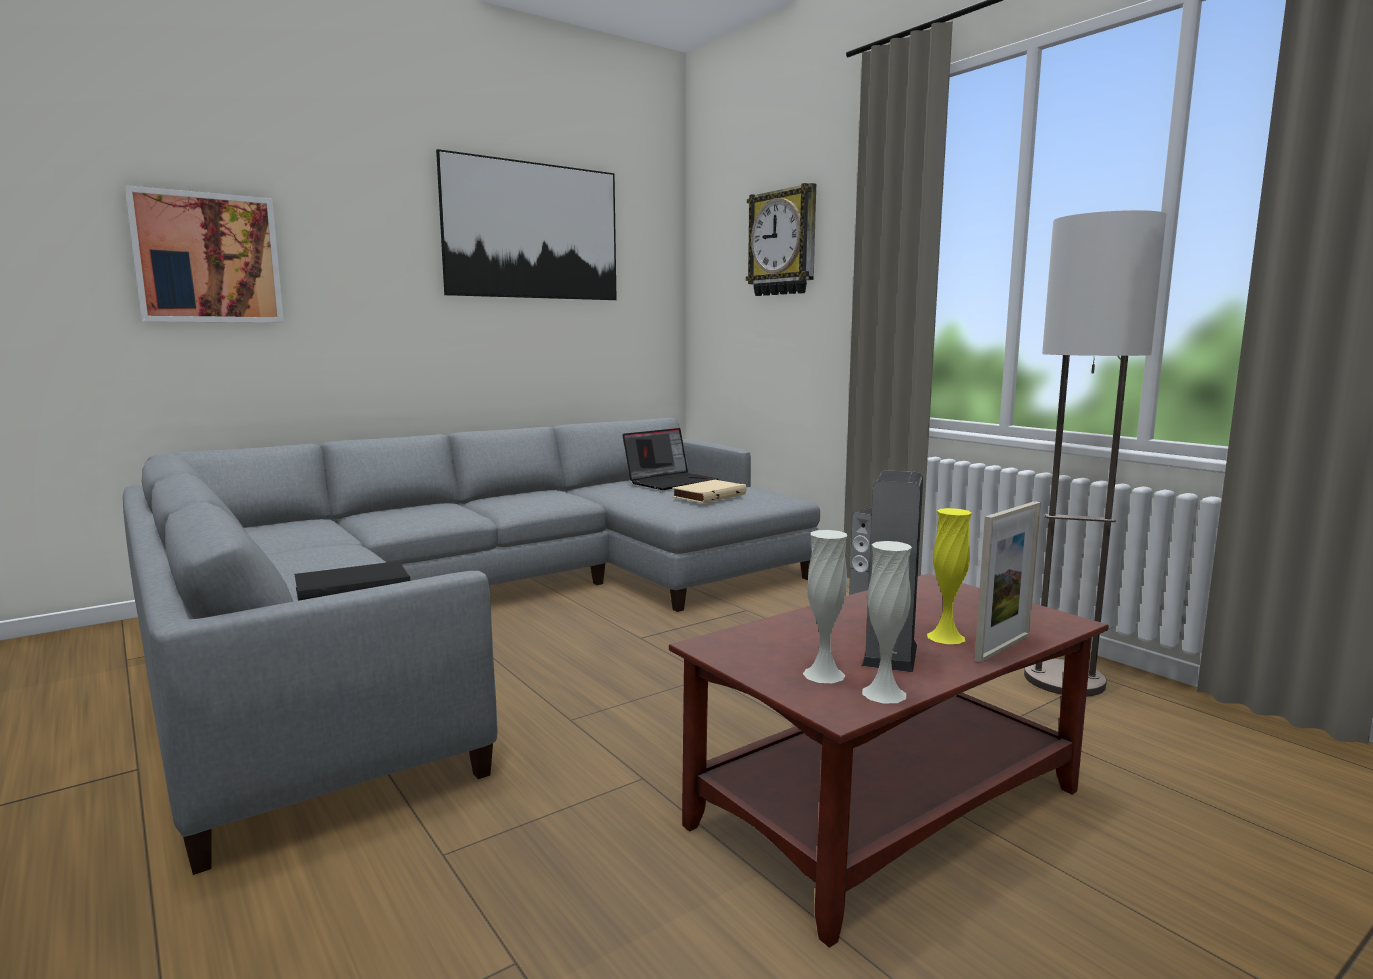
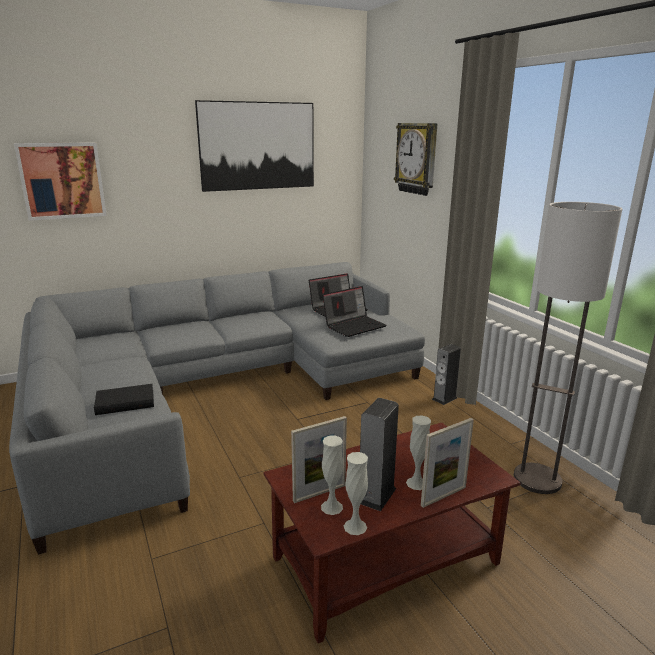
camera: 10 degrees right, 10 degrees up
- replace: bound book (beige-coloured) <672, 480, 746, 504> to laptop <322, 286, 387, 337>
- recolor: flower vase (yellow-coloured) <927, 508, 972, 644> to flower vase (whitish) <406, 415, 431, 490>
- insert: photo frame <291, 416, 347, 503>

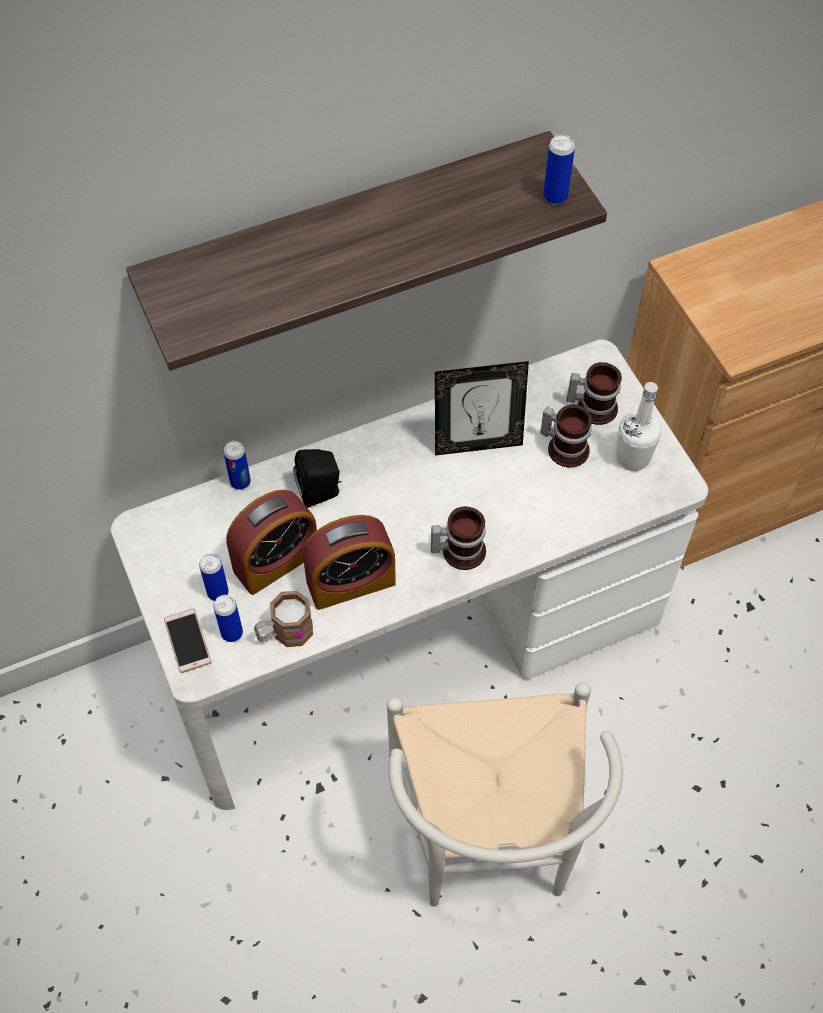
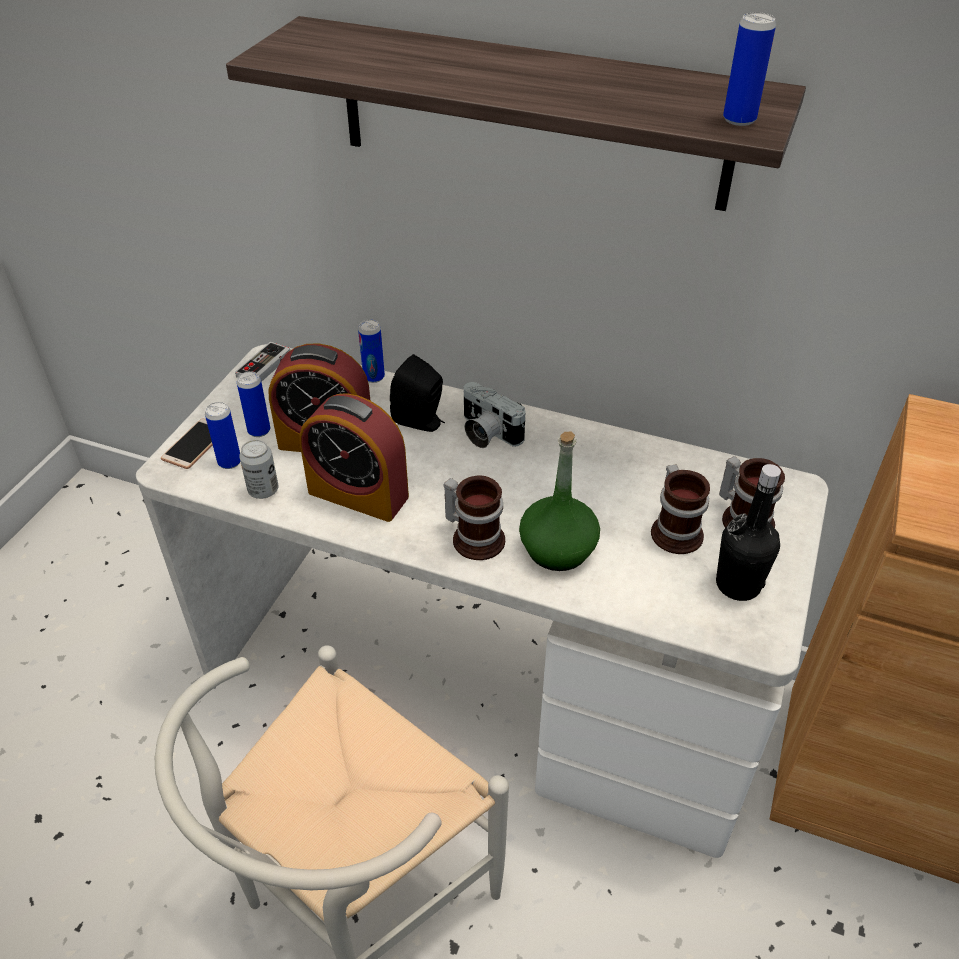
camera: 45 degrees right, 15 degrees down
- replace: coffee mug <254, 591, 313, 647> to can <239, 440, 278, 499>
- delete: photo frame <435, 361, 529, 455>
- recolor: drink bottle (whitish) <616, 382, 662, 471> to drink bottle (black-coloured) <716, 464, 781, 601>
- insert: gamepad <235, 342, 290, 382>
- insert: photo camera <464, 382, 526, 448>
- insert: drink bottle (green) <519, 432, 600, 571>

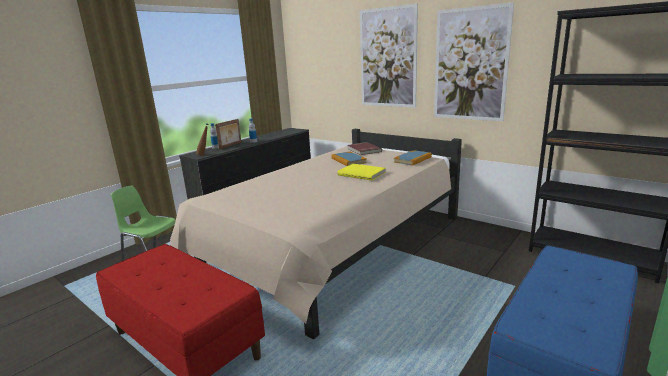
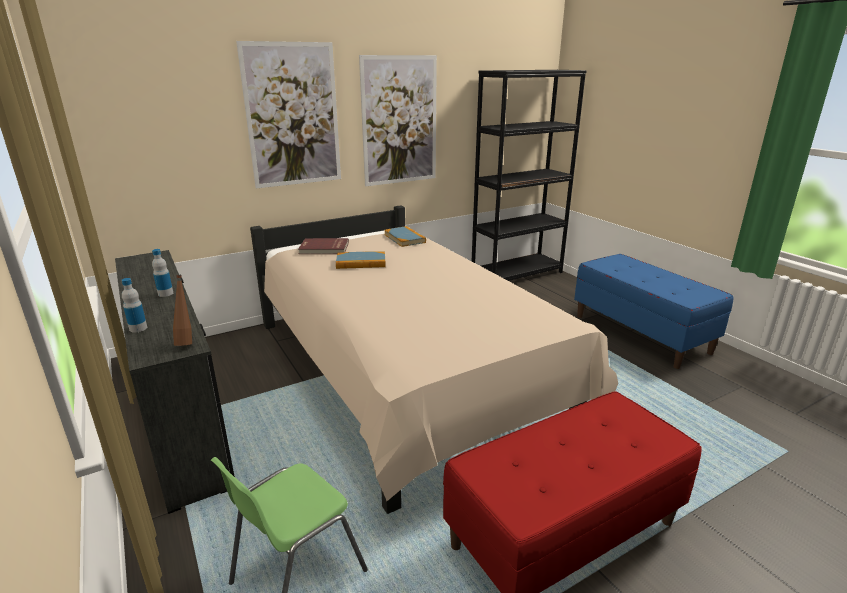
camera: 70 degrees left, 5 degrees up
- delete: photo frame <215, 119, 241, 149>
- delete: bound book (yellow-coloured) <337, 164, 386, 180>

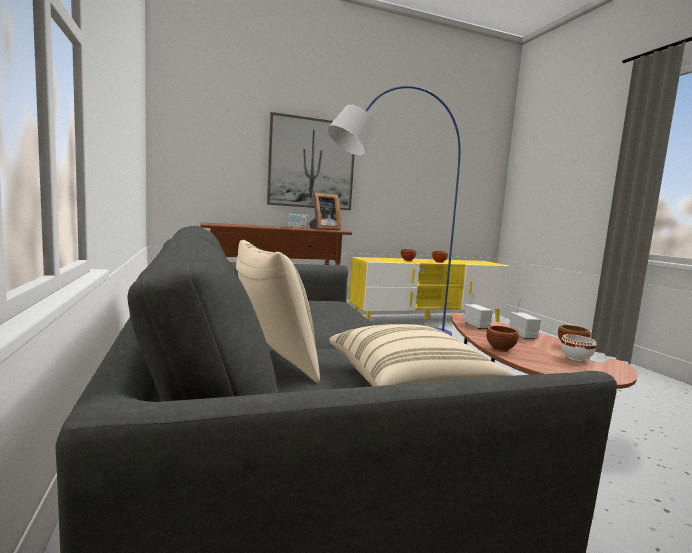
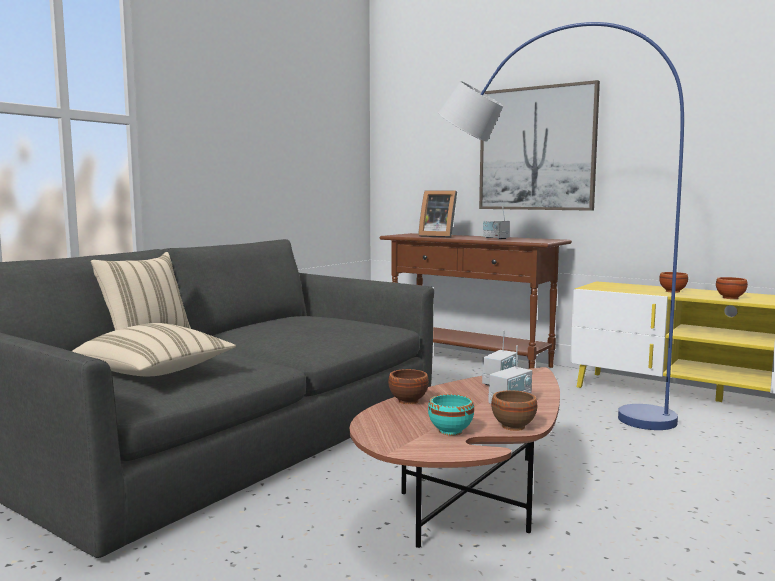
camera: 55 degrees right, 0 degrees up
- move: photo frame <309, 193, 341, 230> to <418, 190, 457, 238>
- recolor: serving bowl (whitish) <561, 334, 596, 362> to serving bowl (turquoise-coloured) <428, 394, 474, 436>

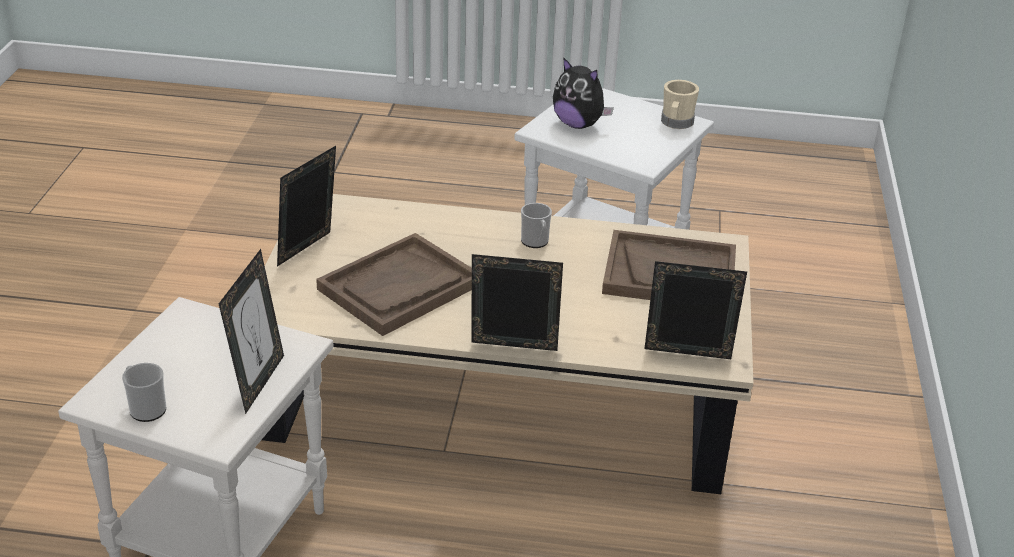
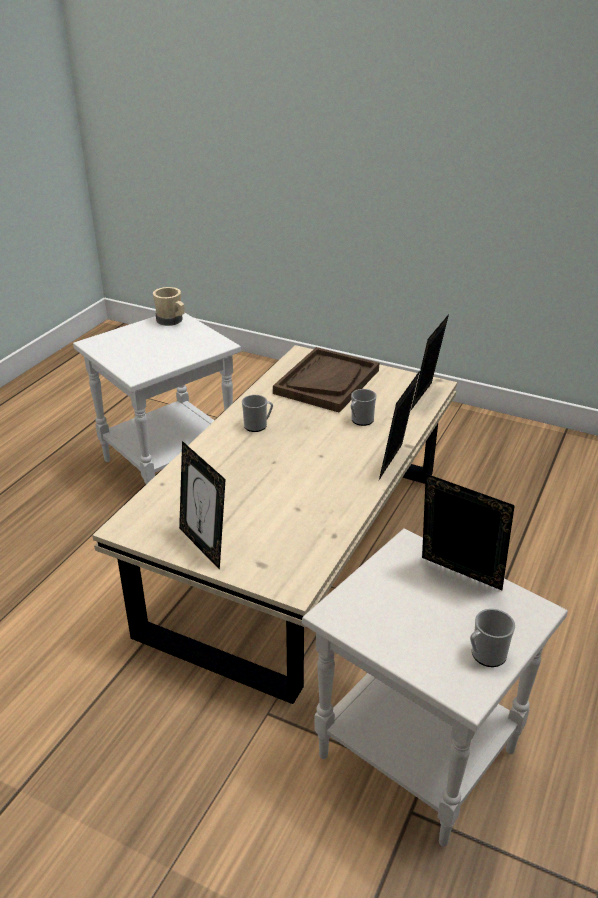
camera: 70 degrees left, 0 degrees up
- delete: carrying tray (brownish) <316, 233, 472, 336>
- delete: cuddly toy <553, 57, 614, 129>
- insert: coffee mug <351, 389, 377, 426>

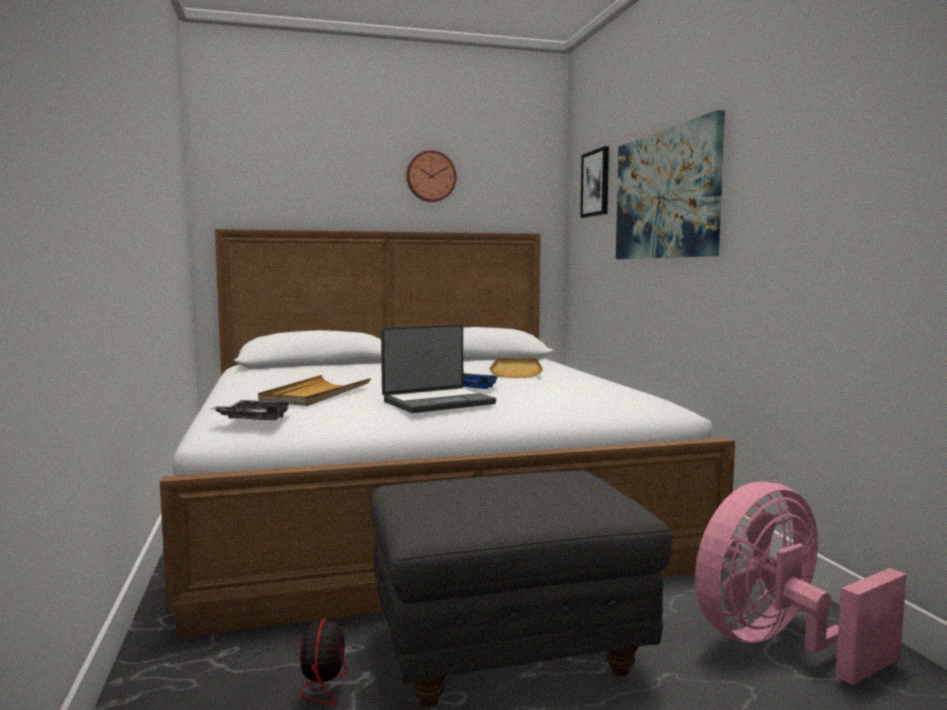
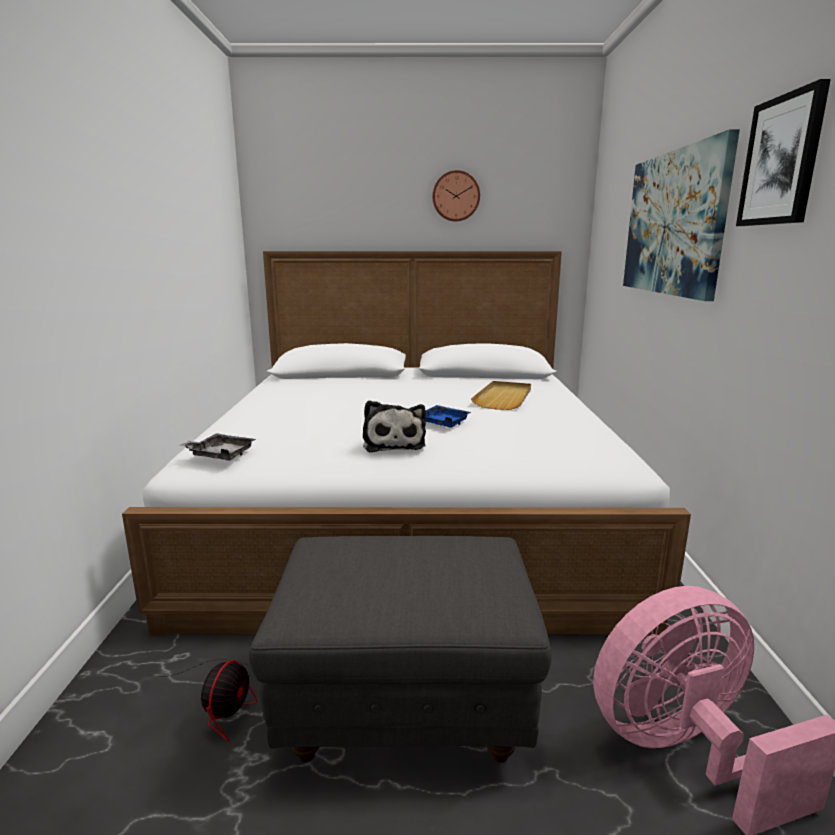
camera: 15 degrees right, 10 degrees up
- delete: carrying tray (beige-coloured) <258, 375, 371, 406>
- replace: laptop <381, 324, 496, 413> to cuddly toy <363, 400, 426, 453>
- move: picture <580, 146, 609, 218> to <736, 79, 831, 226>

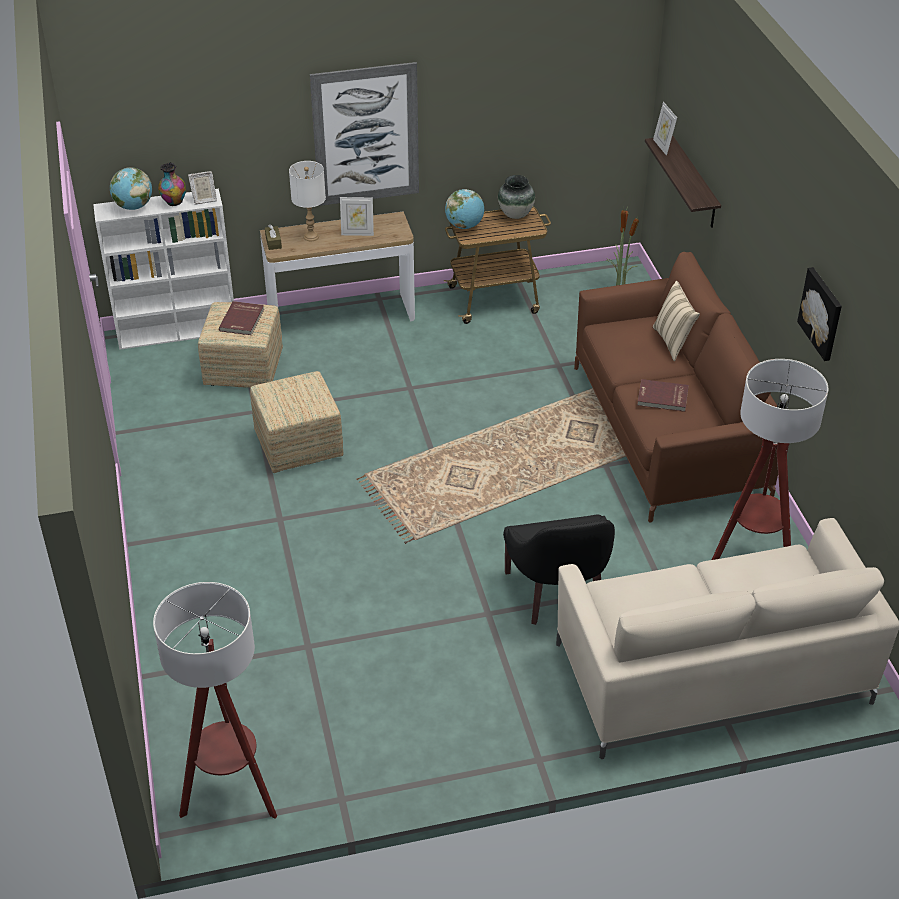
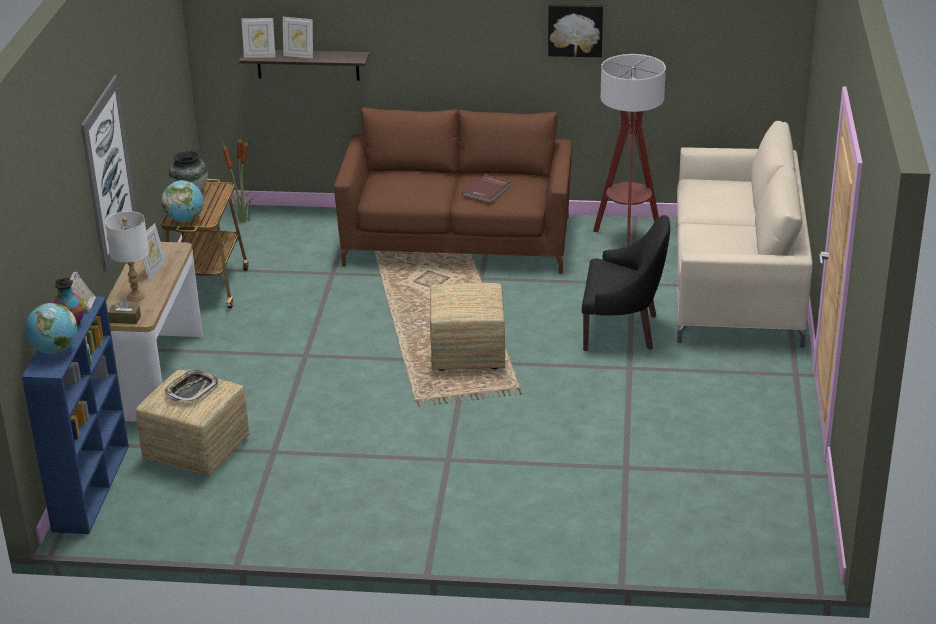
camera: 70 degrees left, 10 degrees down
- recolor: bookcase (whitish) <93, 189, 234, 350> to bookcase (blue) <22, 296, 129, 534>
- delete: standing lamp <153, 582, 277, 819>
- replace: bound book (red) <219, 301, 264, 335> to carrying tray <165, 369, 218, 402>
- move: ottoman <250, 371, 344, 473> to <430, 283, 505, 371>
- delete: cushion (beige-coloured) <653, 281, 700, 361>
- insert: photo frame <283, 17, 313, 59>

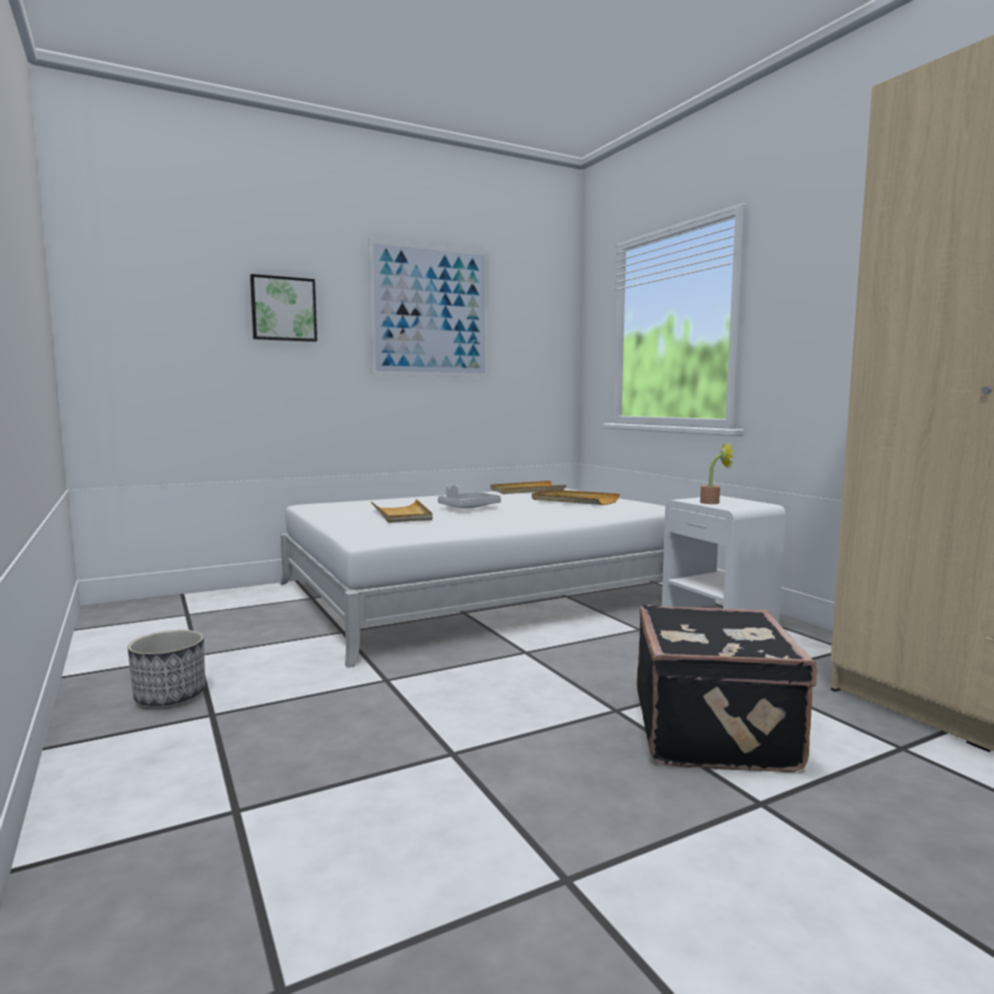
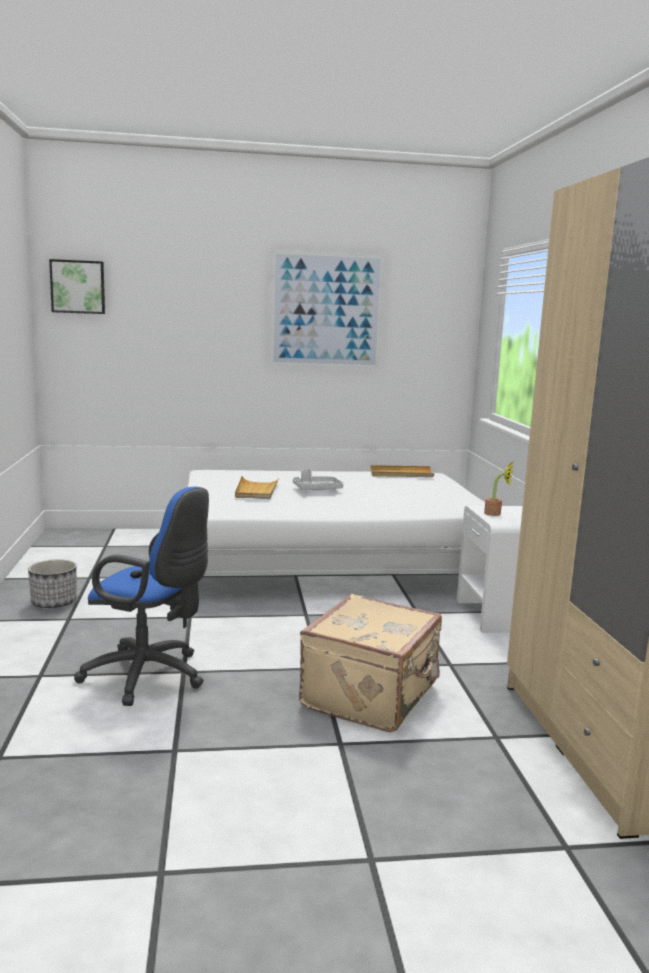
camera: 20 degrees right, 5 degrees up
- move: picture <250, 274, 317, 342> to <49, 259, 105, 314>
- delete: carrying tray (beige-coloured) <532, 489, 620, 505>
- recolor: travel case (black-coloured) <637, 605, 817, 772> to travel case (beige-coloured) <299, 594, 442, 732>
- insert: desk chair (blue) <74, 487, 209, 706>

